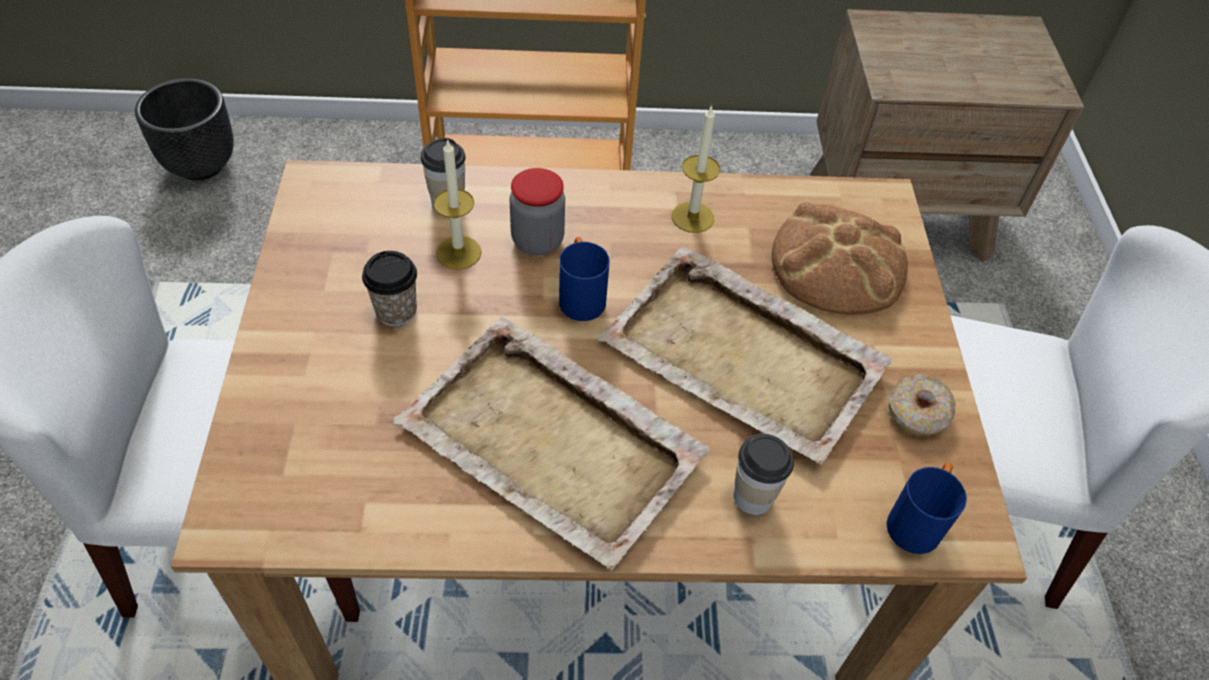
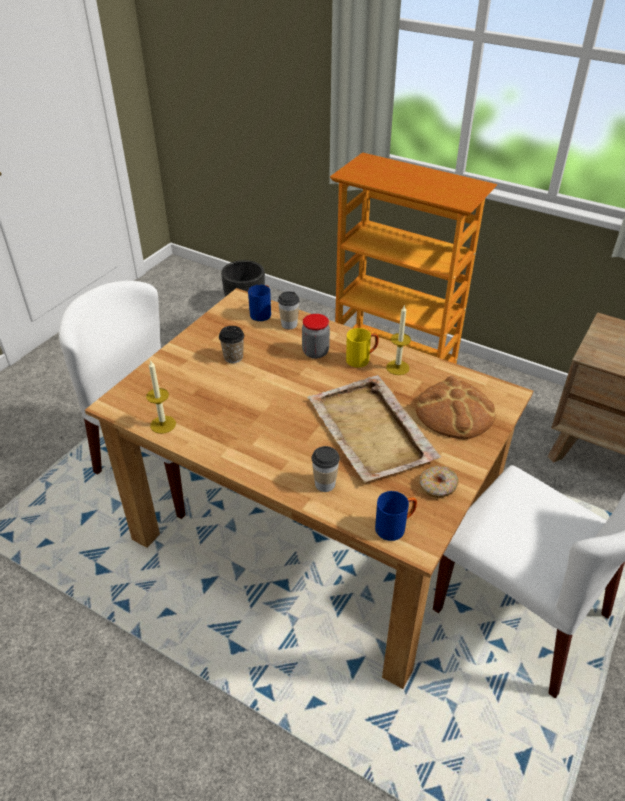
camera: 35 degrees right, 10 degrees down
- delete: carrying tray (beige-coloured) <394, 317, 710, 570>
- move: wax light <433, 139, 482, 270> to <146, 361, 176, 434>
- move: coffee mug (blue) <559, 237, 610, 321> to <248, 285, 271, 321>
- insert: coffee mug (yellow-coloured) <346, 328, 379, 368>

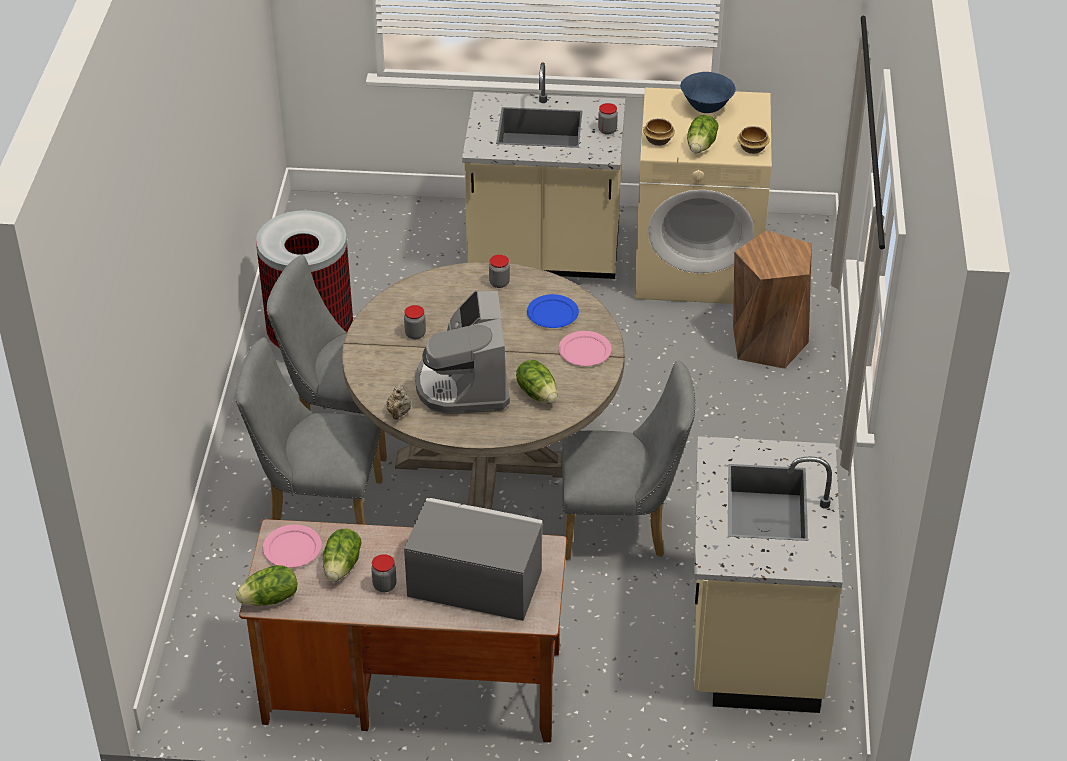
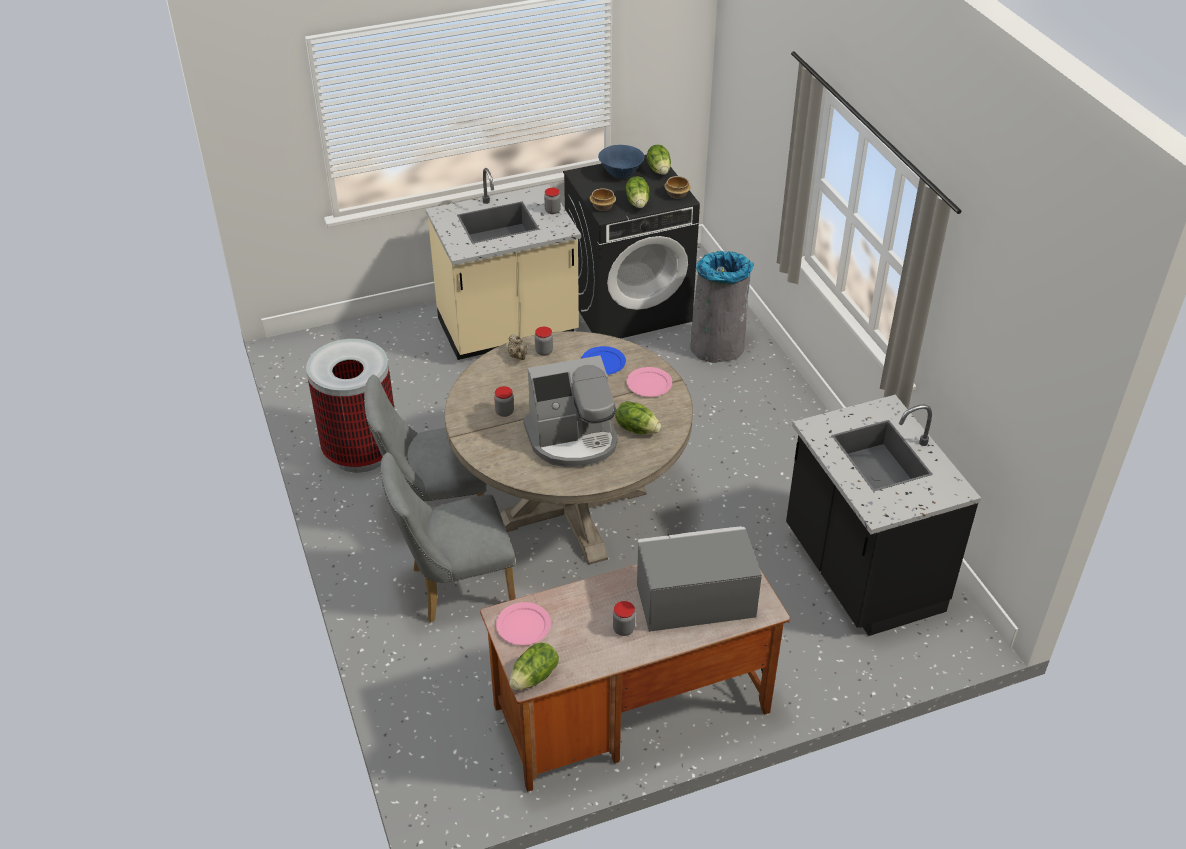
camera: 25 degrees left, 0 degrees up
- move: lettuce head <323, 528, 362, 582> to <647, 145, 671, 175>
- move: teapot (beige-coloured) <386, 385, 411, 419> to <508, 334, 528, 360>
- rotate: coffee machine <415, 290, 510, 414> = <523, 355, 617, 467> 75 degrees counterclockwise
- delete: chair (grey) <562, 361, 695, 559>
- recolor: washing machine (beige-coloured) <634, 88, 772, 304> to washing machine (black-coloured) <563, 155, 700, 338>
- recolor: kitchen base unit (beige-coloured) <694, 436, 843, 713> to kitchen base unit (black-coloured) <786, 395, 981, 636>
- replace: sitting stool (brownish) <733, 230, 812, 369> to trash can (grey) <690, 251, 754, 363>

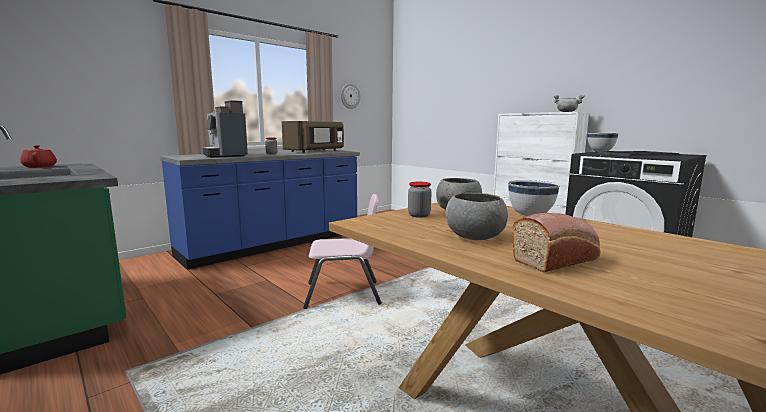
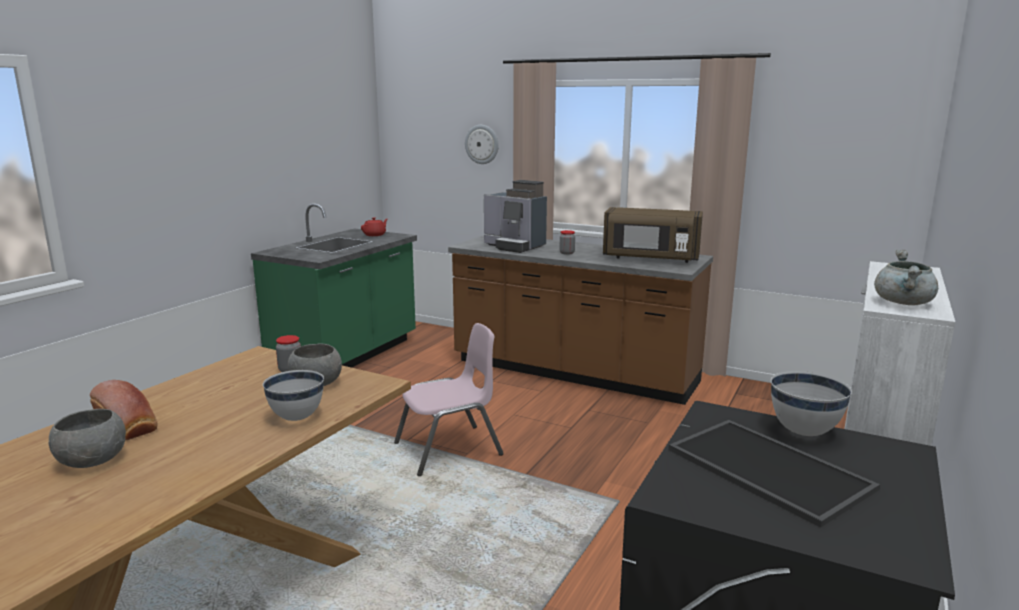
camera: 70 degrees right, 5 degrees up
- recolor: kitchen base unit (blue) <160, 149, 360, 270> to kitchen base unit (brownish) <448, 235, 713, 405>
- rotate: coffee machine <203, 100, 248, 158> = <484, 180, 547, 253> 90 degrees counterclockwise
- rotate: chair (pink) <303, 194, 382, 309> = <394, 323, 504, 476> 90 degrees counterclockwise
- move: wall clock <341, 83, 360, 109> to <465, 125, 499, 164>
- move: serving bowl (grey) <446, 193, 508, 240> to <49, 409, 126, 468>

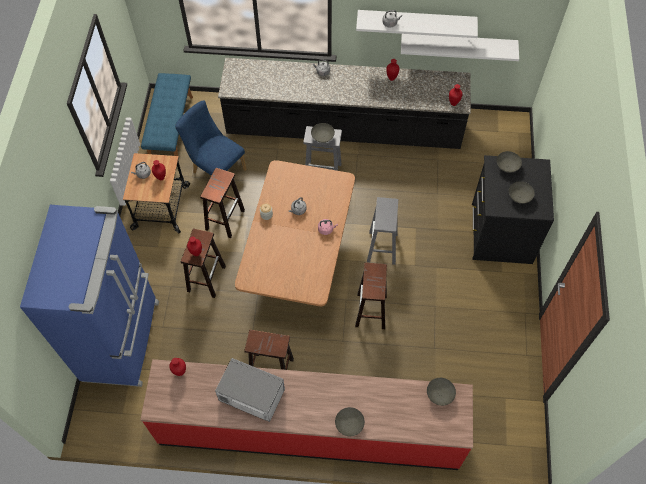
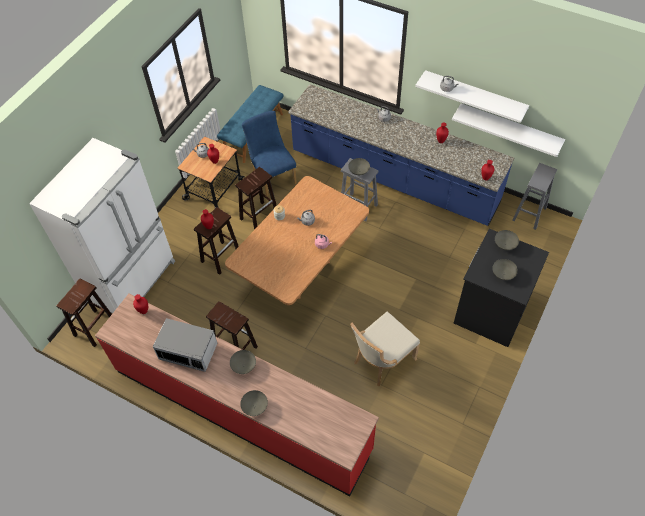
camera: 25 degrees right, 5 degrees down
- recolor: refrigerator (blue) <20, 205, 159, 387> to refrigerator (whitish) <29, 138, 175, 314>
- rotate: microwave <215, 358, 285, 422> = <153, 318, 217, 372> 150 degrees clockwise
- recolor: kitchen base unit (black-coloured) <218, 58, 471, 149> to kitchen base unit (blue) <288, 84, 514, 226>
- move: sitting stool (brownish) <355, 263, 387, 329> to <56, 279, 112, 347>
- move: sitting stool (grey) <367, 197, 398, 265> to <512, 163, 557, 230>
- move: serving bowl (grey) <427, 378, 456, 406> to <230, 350, 256, 374>
- insert: chair (beige-coloured) <350, 312, 420, 386>

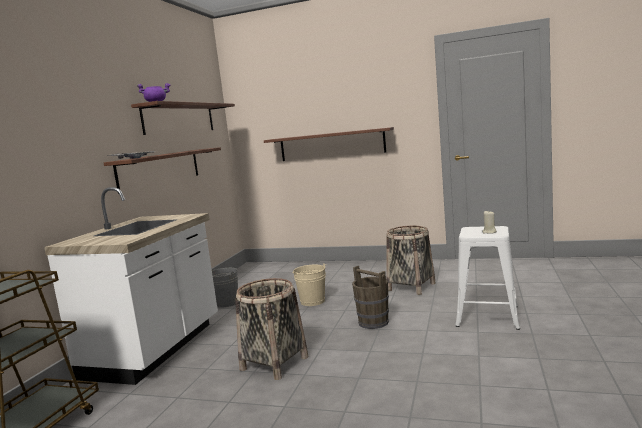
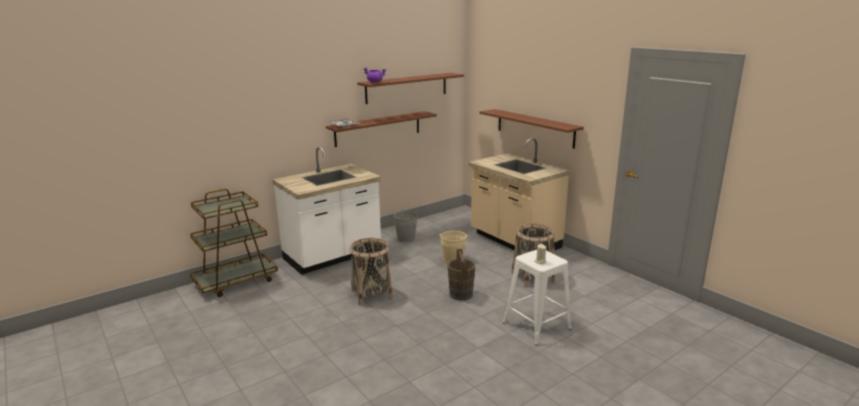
camera: 35 degrees right, 10 degrees up
- insert: kitchen base unit (beige-coloured) <469, 138, 570, 251>

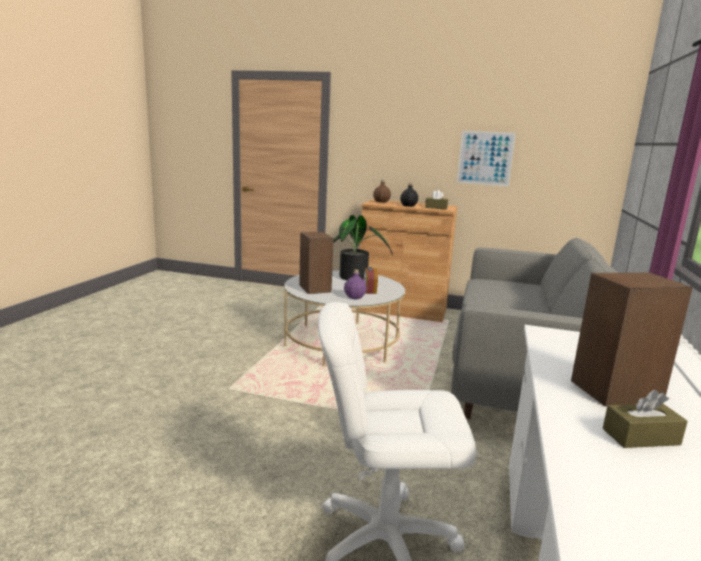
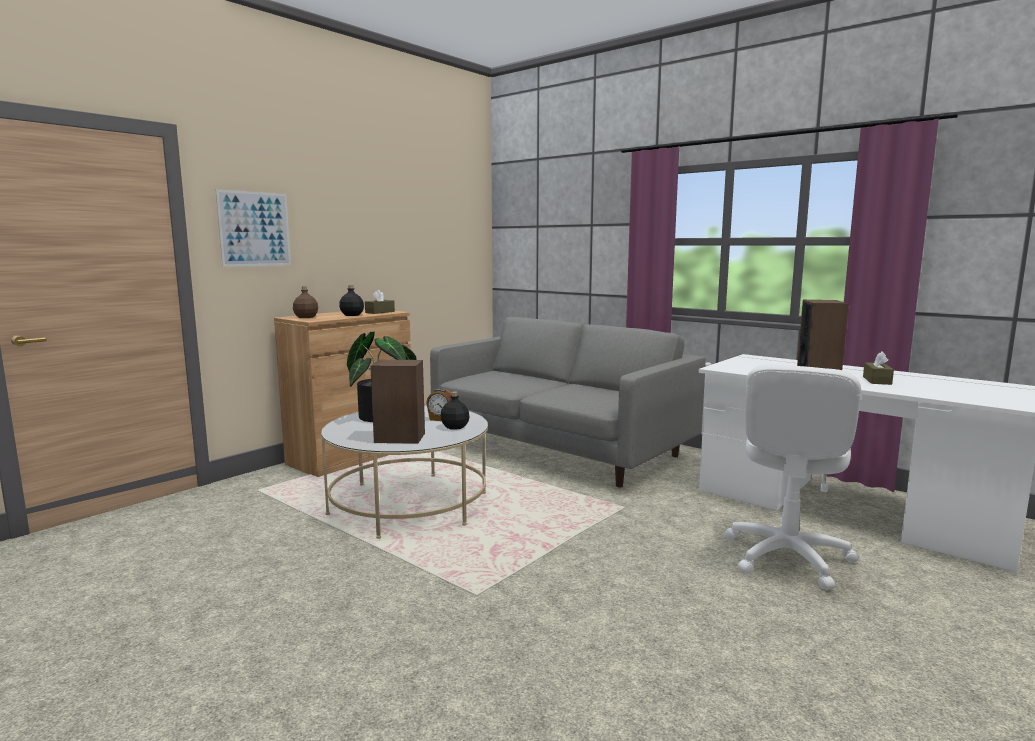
camera: 65 degrees left, 5 degrees down
- recolor: drink bottle (purplish) <344, 269, 367, 299> to drink bottle (black-coloured) <441, 391, 469, 430>
- move: picture <457, 131, 516, 186> to <215, 189, 291, 267>

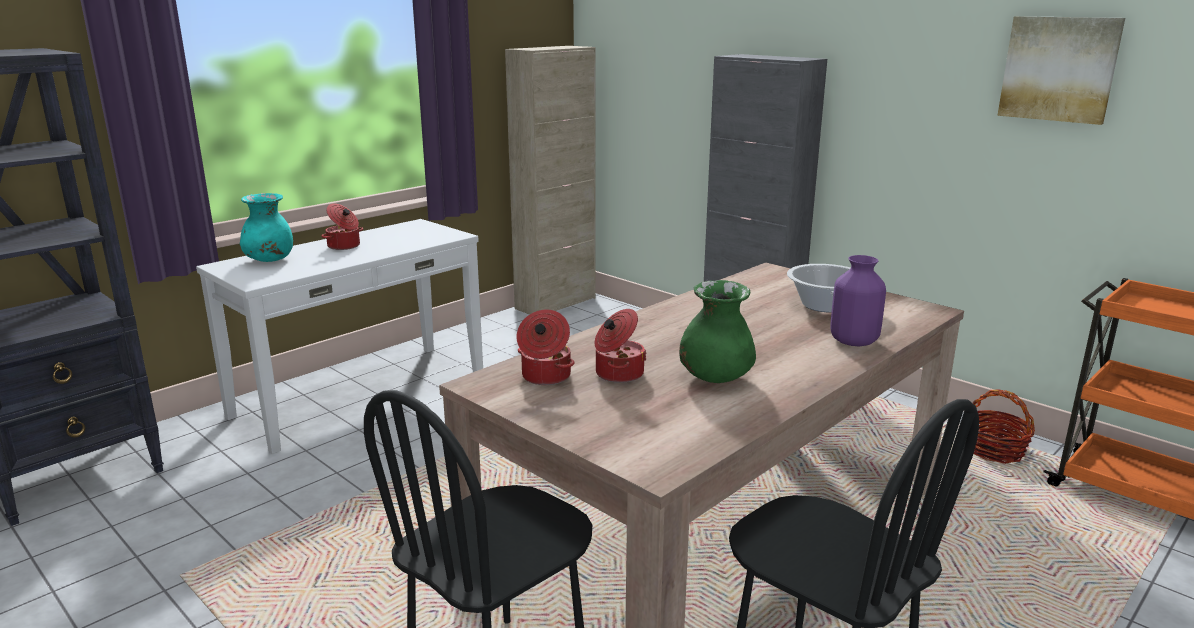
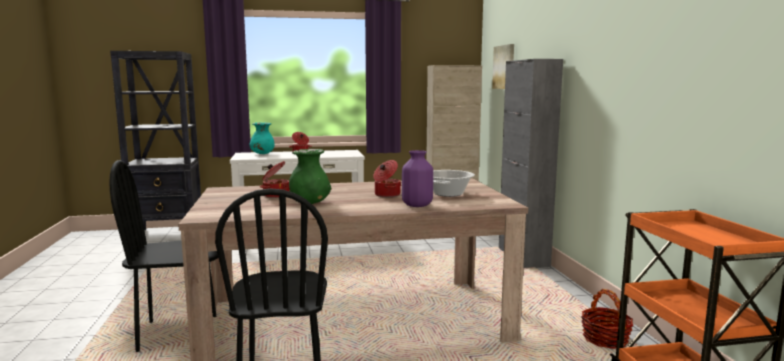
camera: 35 degrees right, 10 degrees down
- move: cooking pot <517, 310, 575, 385> to <373, 160, 401, 197>
- move: picture <997, 16, 1125, 125> to <492, 44, 514, 89>

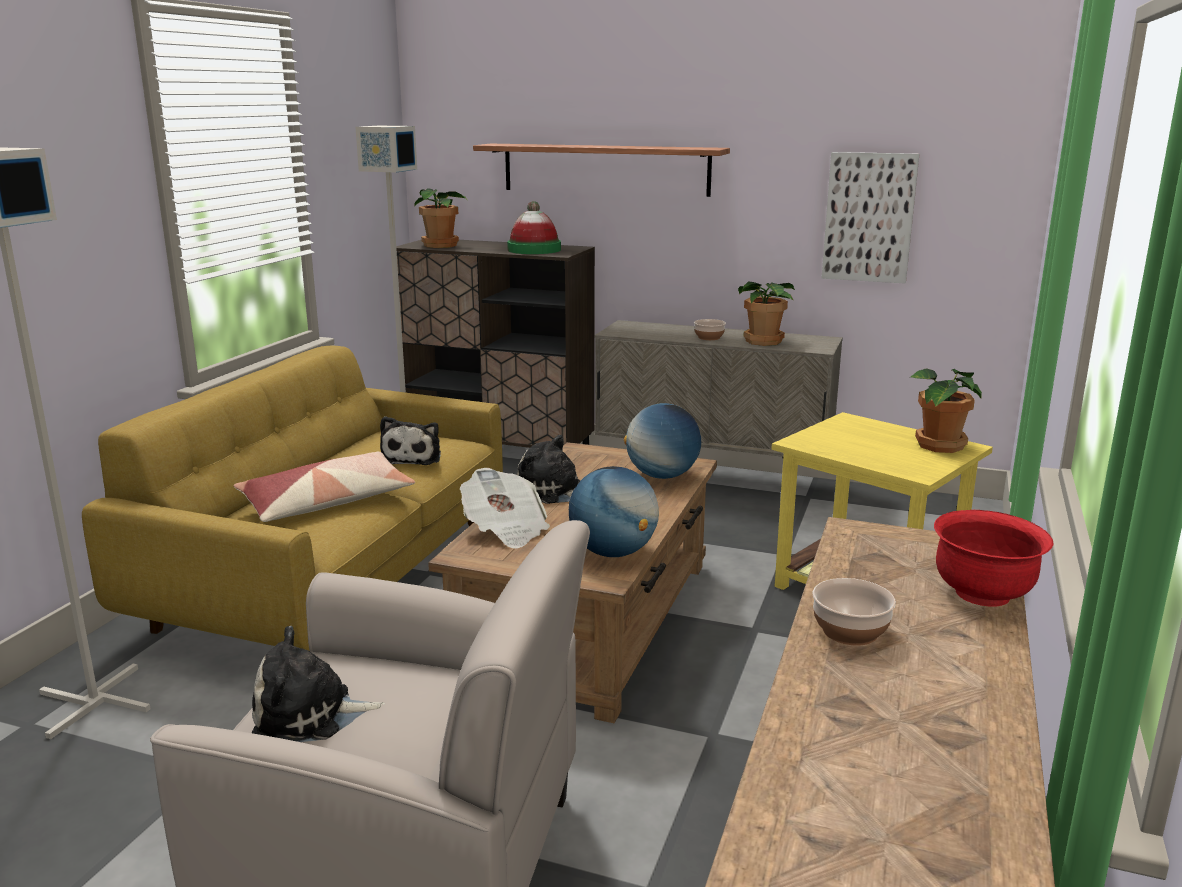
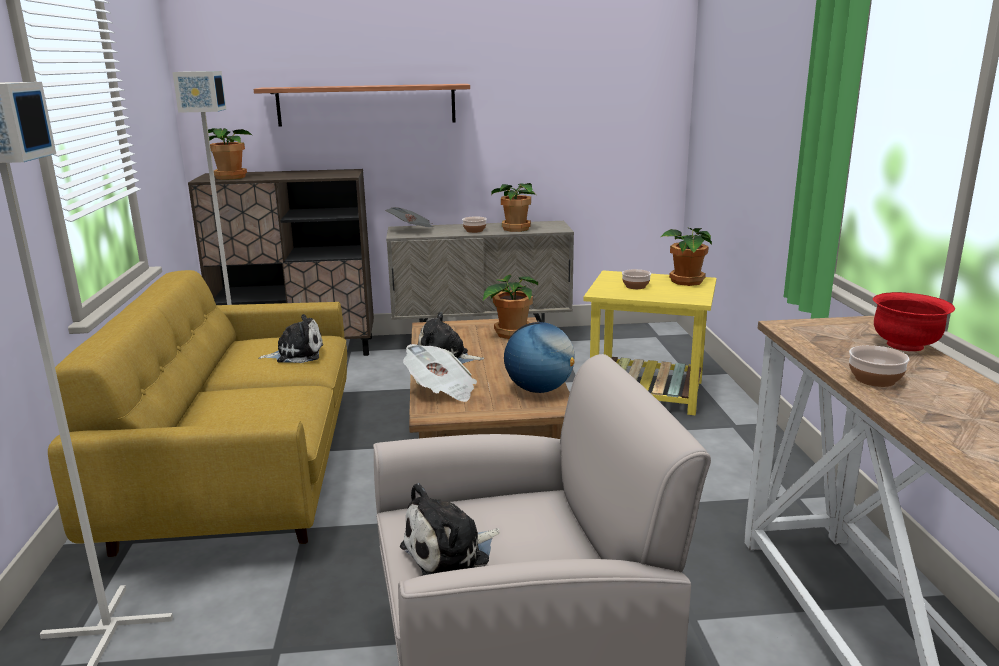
camera: 25 degrees left, 0 degrees up
- delete: cushion <233, 452, 415, 522>
- rotate: cuddly toy <380, 416, 441, 465> = <259, 314, 323, 363> 75 degrees counterclockwise
- delete: clothing hat <507, 201, 561, 254>
- replace: globe <624, 403, 701, 479> to houseplant <483, 274, 538, 339>
- delete: picture <821, 152, 919, 284>
- insert: printed paper <385, 207, 434, 227>
- insert: serving bowl <622, 269, 651, 289>

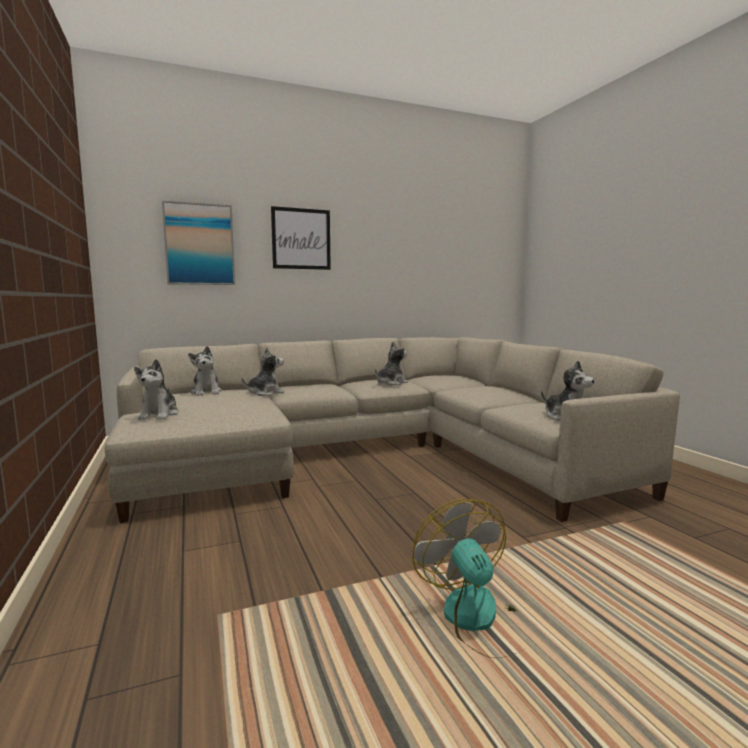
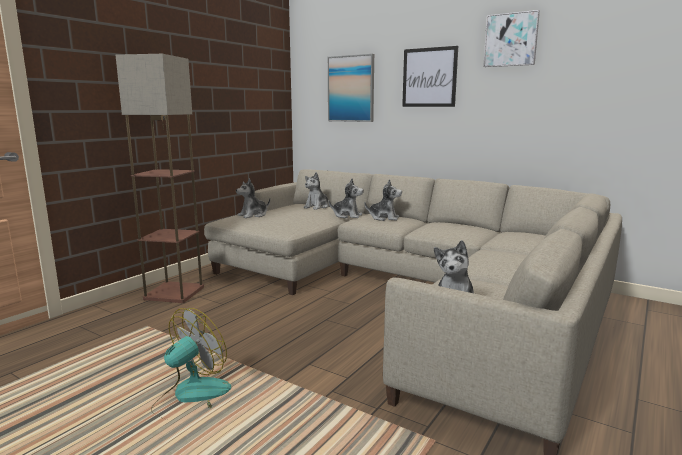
camera: 55 degrees right, 5 degrees up
- move: cuddly toy <375, 342, 408, 385> to <365, 179, 402, 221>
- insert: standing lamp <116, 54, 204, 303>
- insert: picture <483, 10, 540, 67>

